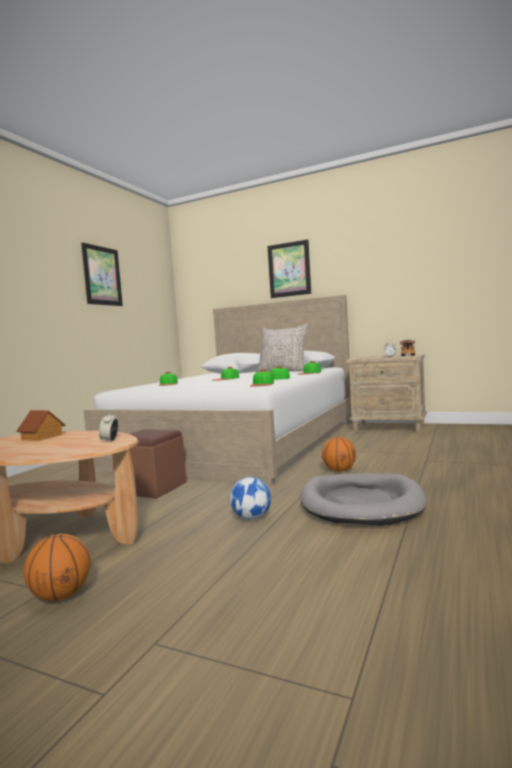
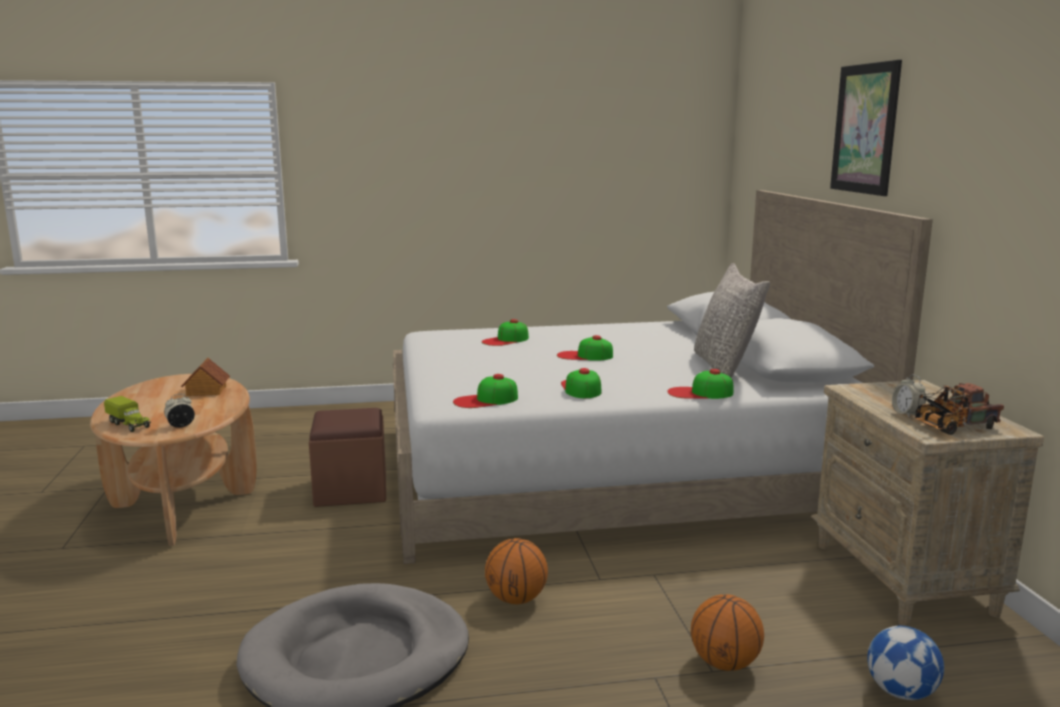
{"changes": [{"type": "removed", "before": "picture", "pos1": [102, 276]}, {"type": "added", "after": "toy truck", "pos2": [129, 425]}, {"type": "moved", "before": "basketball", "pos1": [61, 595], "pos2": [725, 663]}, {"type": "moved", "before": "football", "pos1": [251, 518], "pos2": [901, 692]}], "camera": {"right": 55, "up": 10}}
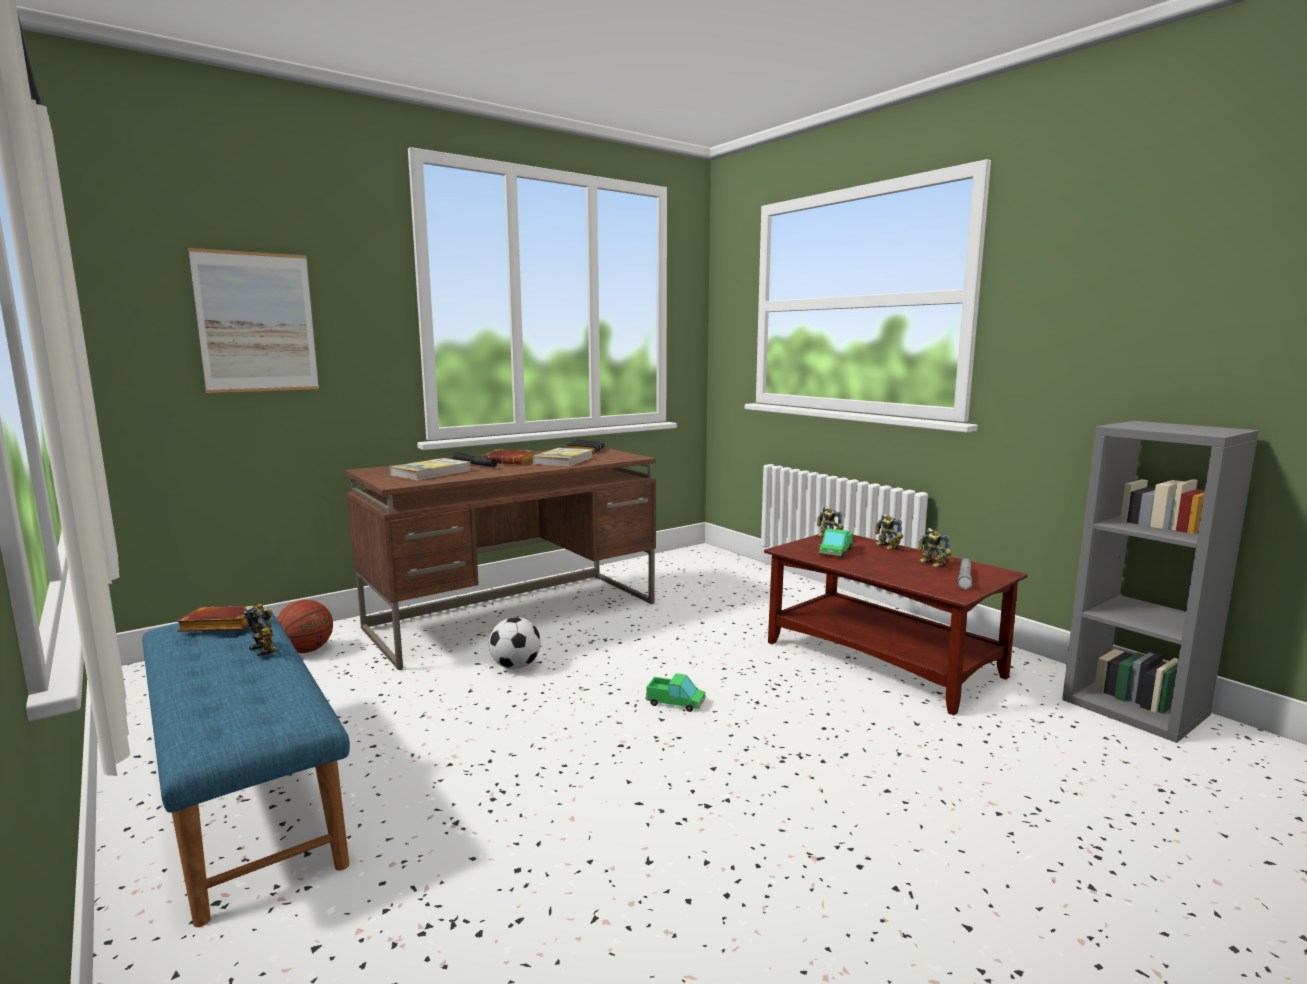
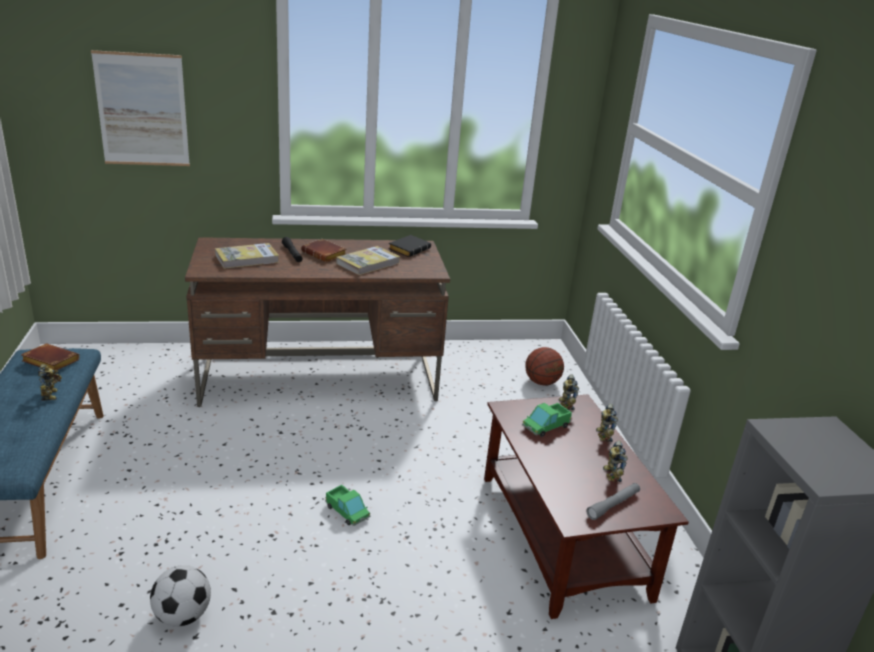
{"changes": [{"type": "moved", "before": "basketball", "pos1": [306, 651], "pos2": [541, 382]}, {"type": "moved", "before": "football", "pos1": [515, 666], "pos2": [183, 616]}], "camera": {"right": 25, "up": 15}}
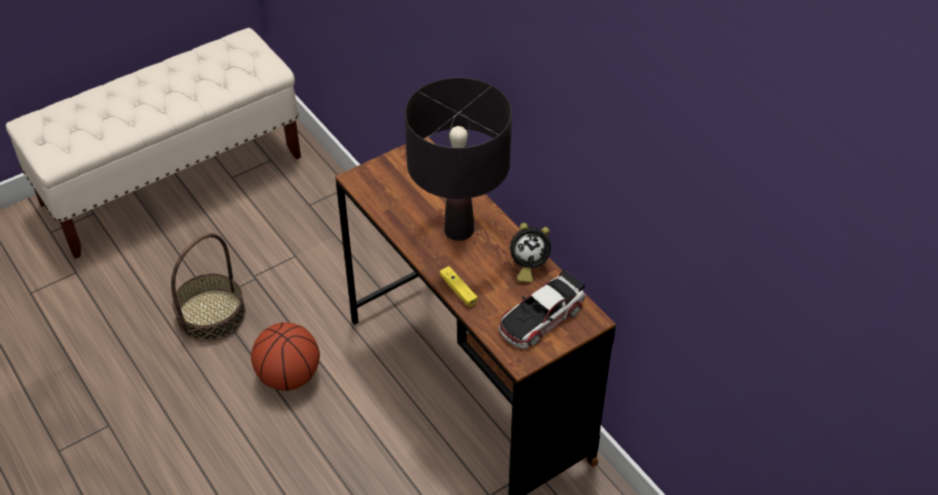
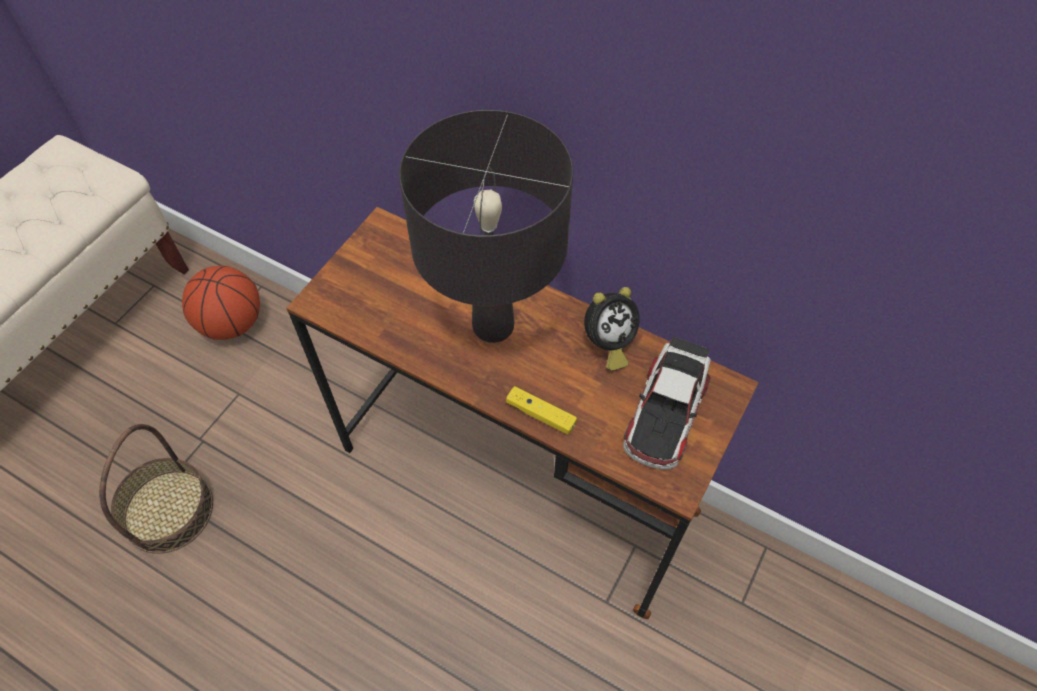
{"changes": [{"type": "moved", "before": "basketball", "pos1": [288, 376], "pos2": [232, 323]}], "camera": {"right": -25, "up": 10}}
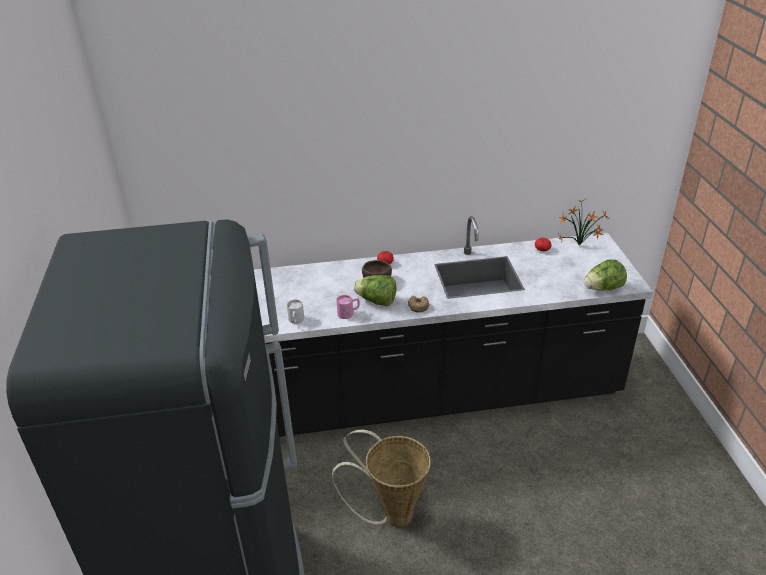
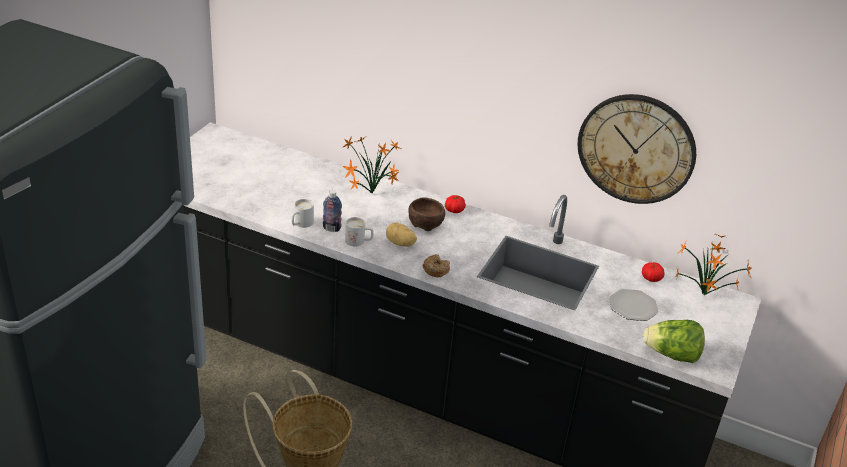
{"changes": [{"type": "added", "after": "bottle", "pos2": [331, 228]}, {"type": "added", "after": "potted plant", "pos2": [370, 194]}, {"type": "added", "after": "wall clock", "pos2": [636, 148]}, {"type": "added", "after": "plate", "pos2": [632, 307]}, {"type": "replaced", "before": "lettuce", "after": "potato", "pos1": [376, 301], "pos2": [400, 243]}, {"type": "recoloured", "before": "pink mug", "after": "white mug", "pos1": [348, 313], "pos2": [359, 241]}], "camera": {"right": 30, "up": 0}}
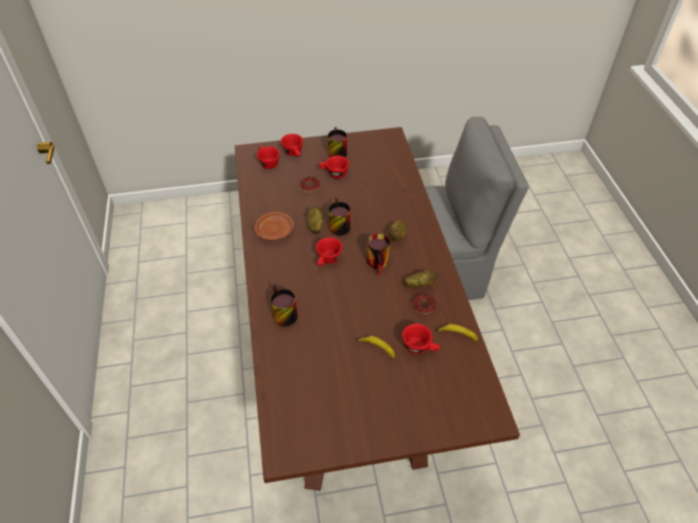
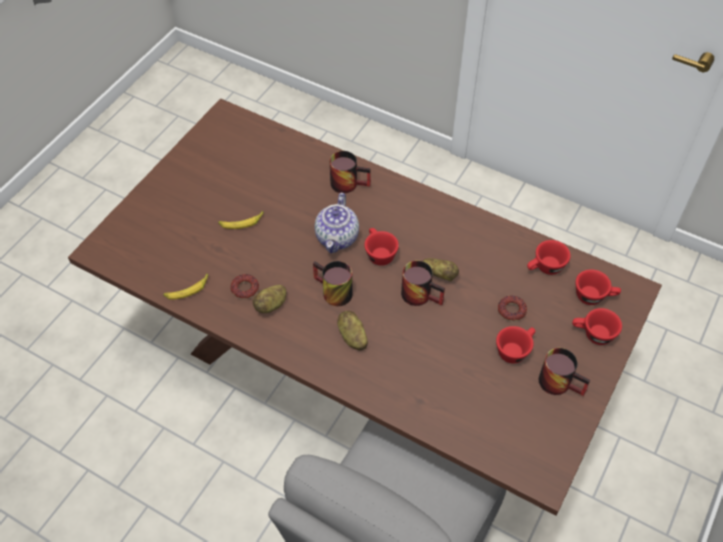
{"changes": [{"type": "removed", "before": "brown plate", "pos1": [275, 231]}, {"type": "added", "after": "teapot", "pos2": [337, 238]}, {"type": "moved", "before": "red cup", "pos1": [420, 347], "pos2": [545, 268]}], "camera": {"right": 130, "up": 5}}
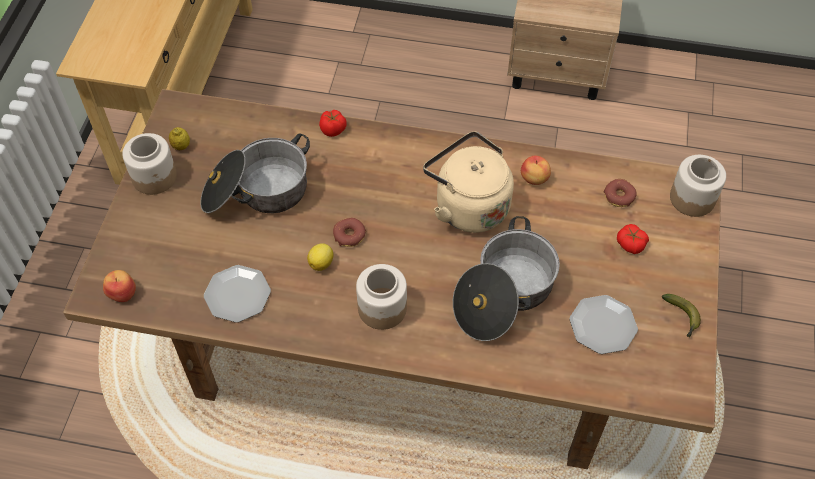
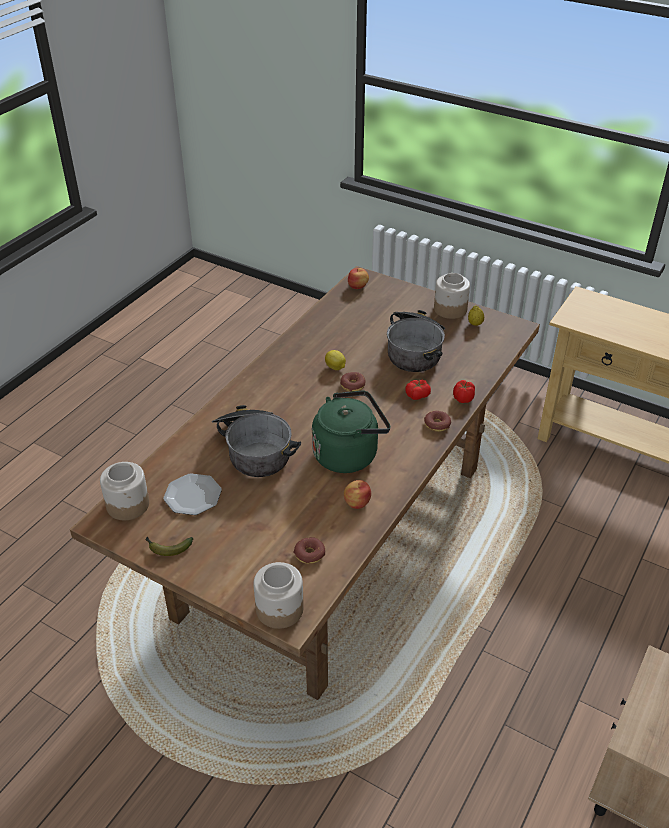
{"changes": [{"type": "removed", "before": "plate", "pos1": [238, 294]}, {"type": "added", "after": "donut", "pos2": [437, 424]}, {"type": "moved", "before": "jar", "pos1": [381, 308], "pos2": [128, 504]}, {"type": "moved", "before": "tomato", "pos1": [630, 244], "pos2": [417, 395]}, {"type": "recoloured", "before": "beige kettle", "after": "green kettle", "pos1": [468, 205], "pos2": [349, 454]}], "camera": {"right": 110, "up": -15}}
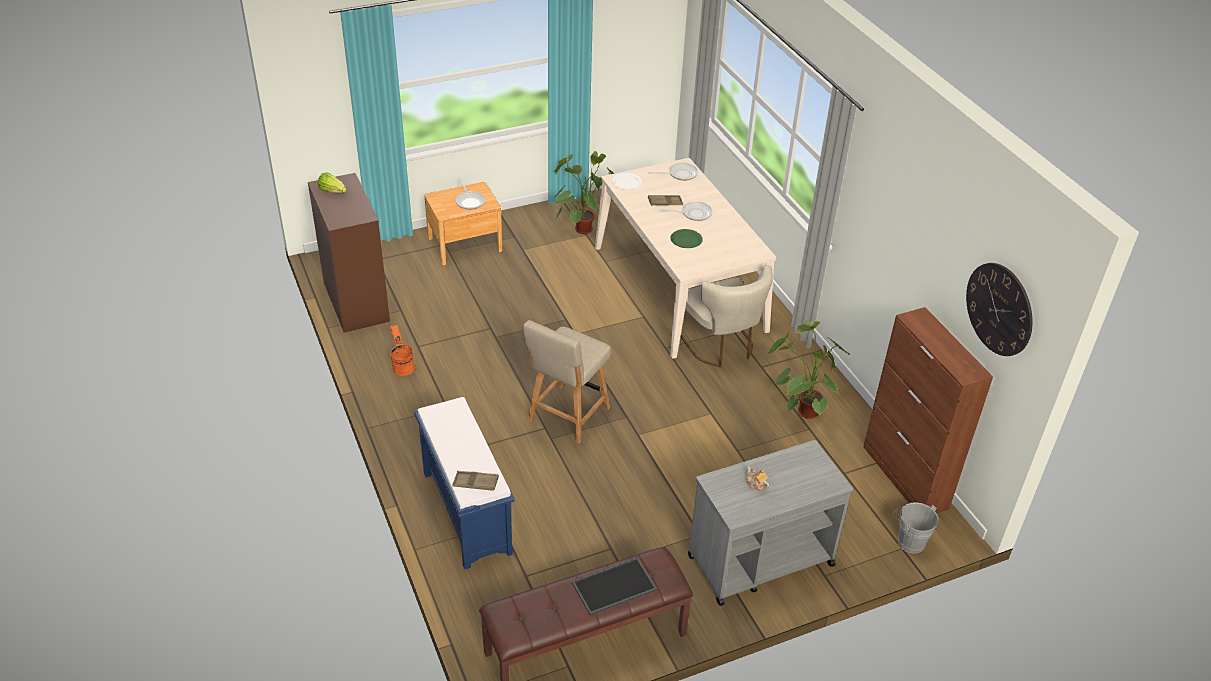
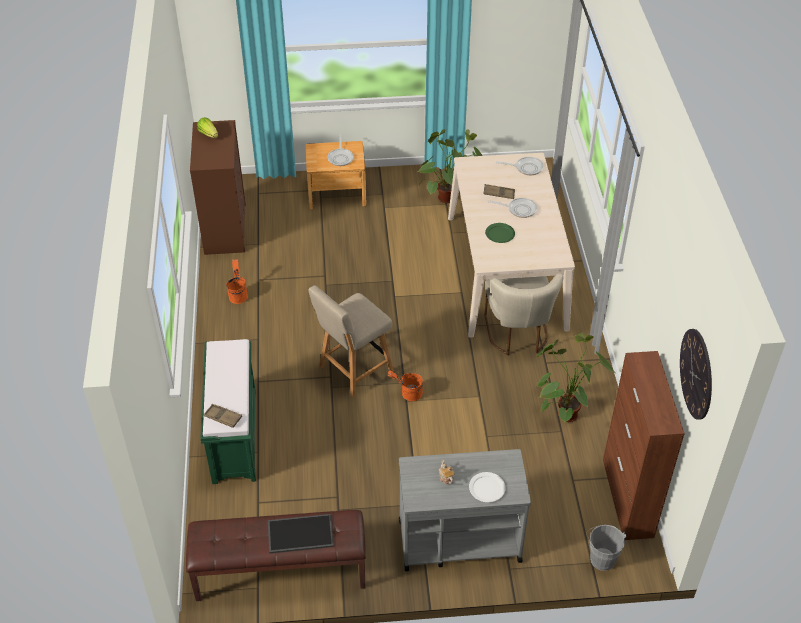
{"changes": [{"type": "added", "after": "orange bucket", "pos2": [407, 394]}, {"type": "moved", "before": "white plate", "pos1": [626, 182], "pos2": [486, 488]}, {"type": "recoloured", "before": "blue bench", "after": "green bench", "pos1": [465, 512], "pos2": [234, 435]}], "camera": {"right": 20, "up": 5}}
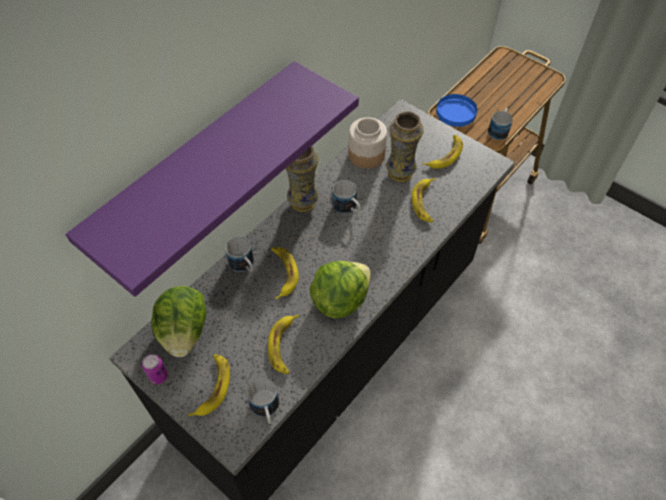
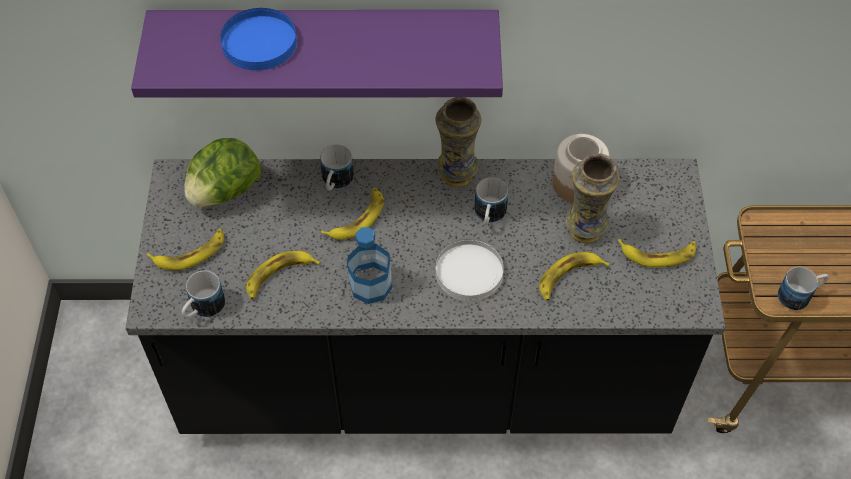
{"changes": [{"type": "removed", "before": "can", "pos1": [158, 376]}, {"type": "added", "after": "white plate", "pos2": [469, 271]}, {"type": "moved", "before": "blue plate", "pos1": [456, 112], "pos2": [260, 42]}, {"type": "replaced", "before": "lettuce", "after": "bottle", "pos1": [339, 300], "pos2": [371, 285]}], "camera": {"right": 50, "up": 0}}
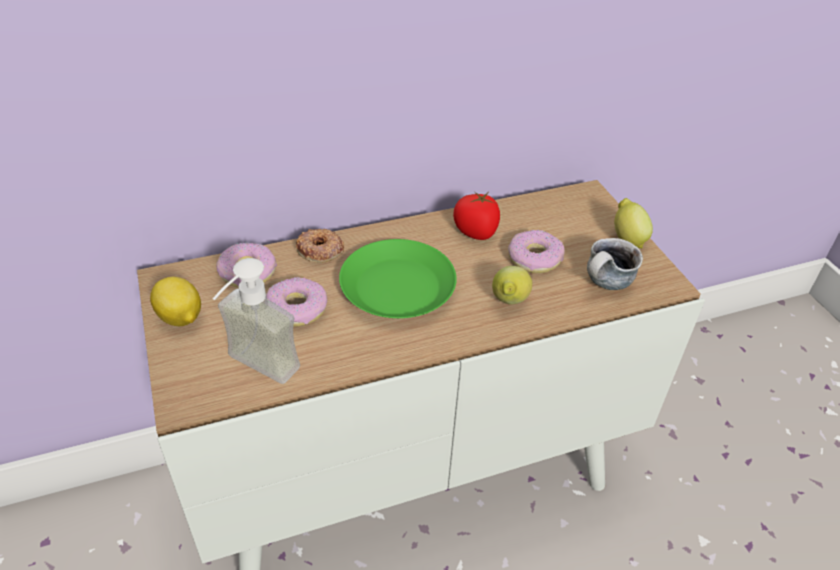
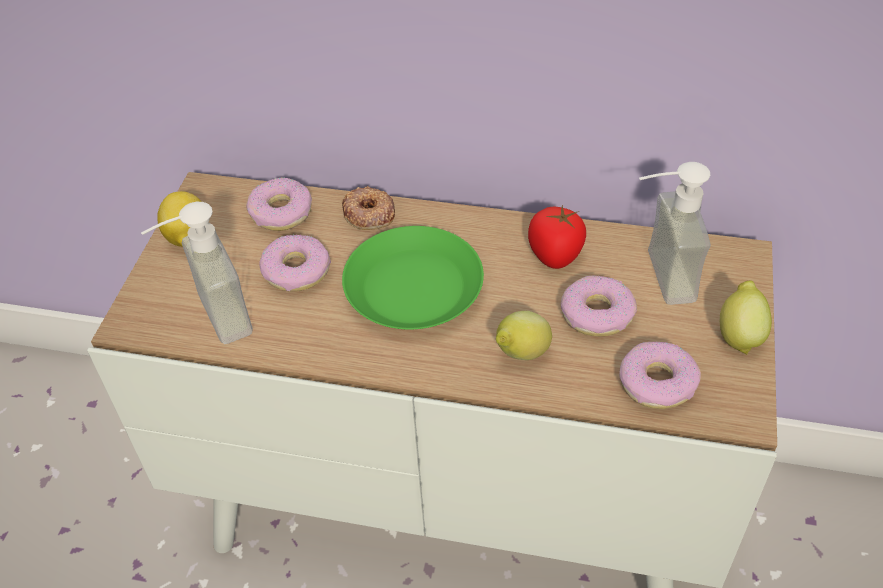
{"changes": [{"type": "added", "after": "soap dispenser", "pos2": [655, 277]}, {"type": "replaced", "before": "mug", "after": "donut", "pos1": [605, 285], "pos2": [656, 382]}], "camera": {"right": 35, "up": 5}}
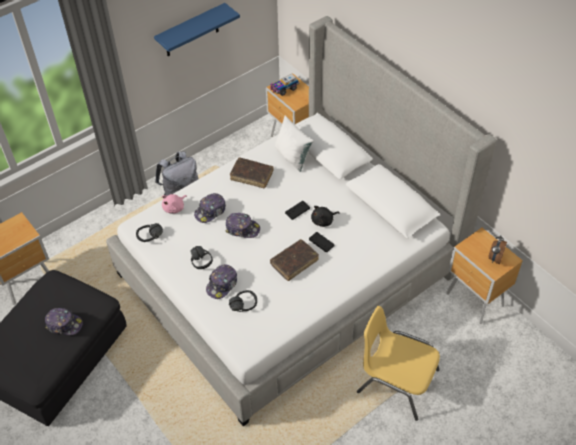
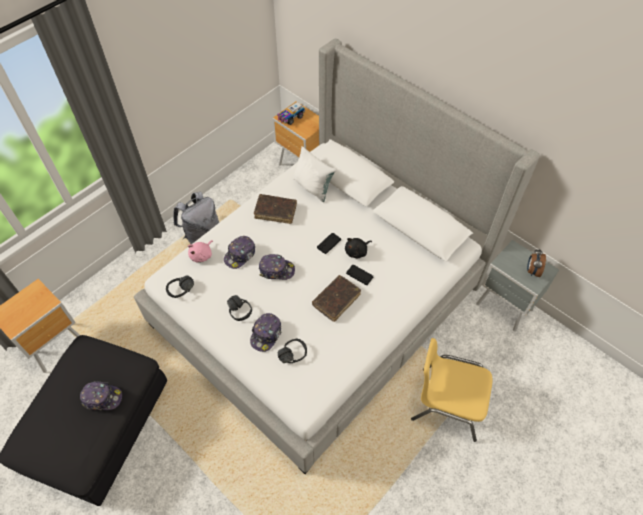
{"changes": [{"type": "removed", "before": "blue shelf", "pos1": [191, 31]}, {"type": "recoloured", "before": "brown nightstand", "after": "grey nightstand", "pos1": [475, 301], "pos2": [504, 308]}], "camera": {"right": -10, "up": 5}}
